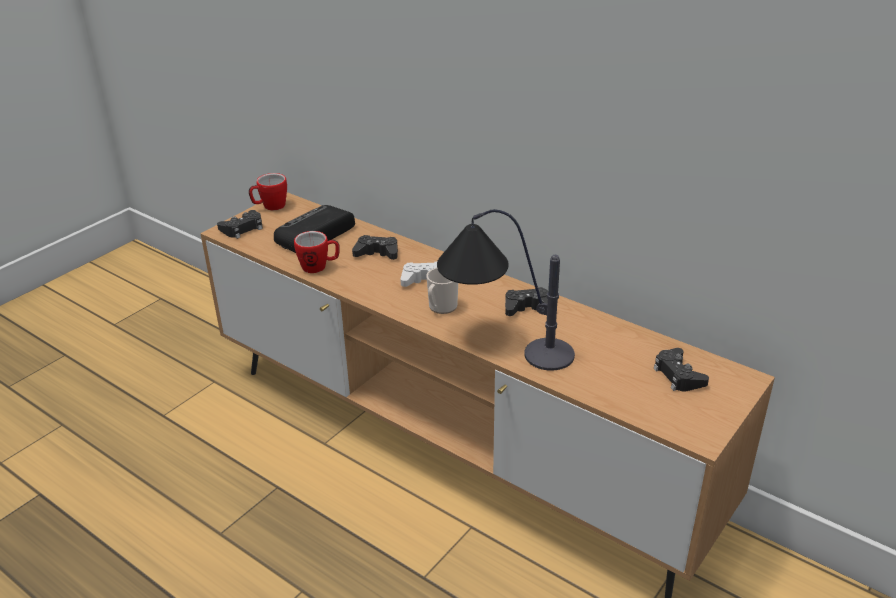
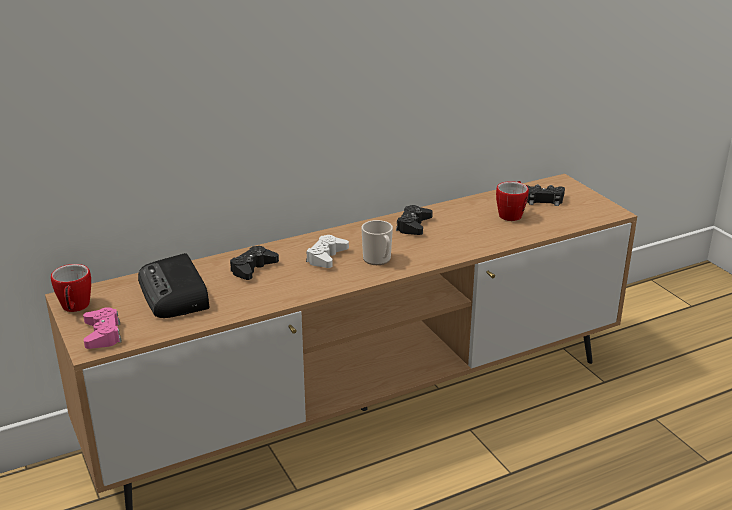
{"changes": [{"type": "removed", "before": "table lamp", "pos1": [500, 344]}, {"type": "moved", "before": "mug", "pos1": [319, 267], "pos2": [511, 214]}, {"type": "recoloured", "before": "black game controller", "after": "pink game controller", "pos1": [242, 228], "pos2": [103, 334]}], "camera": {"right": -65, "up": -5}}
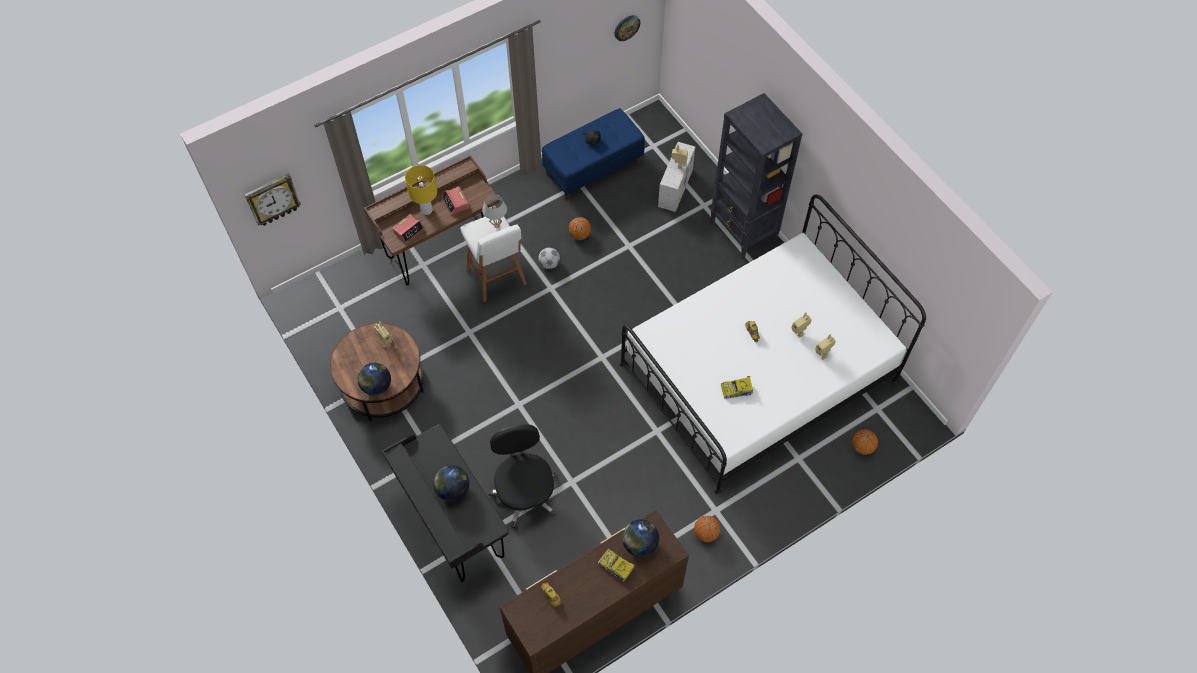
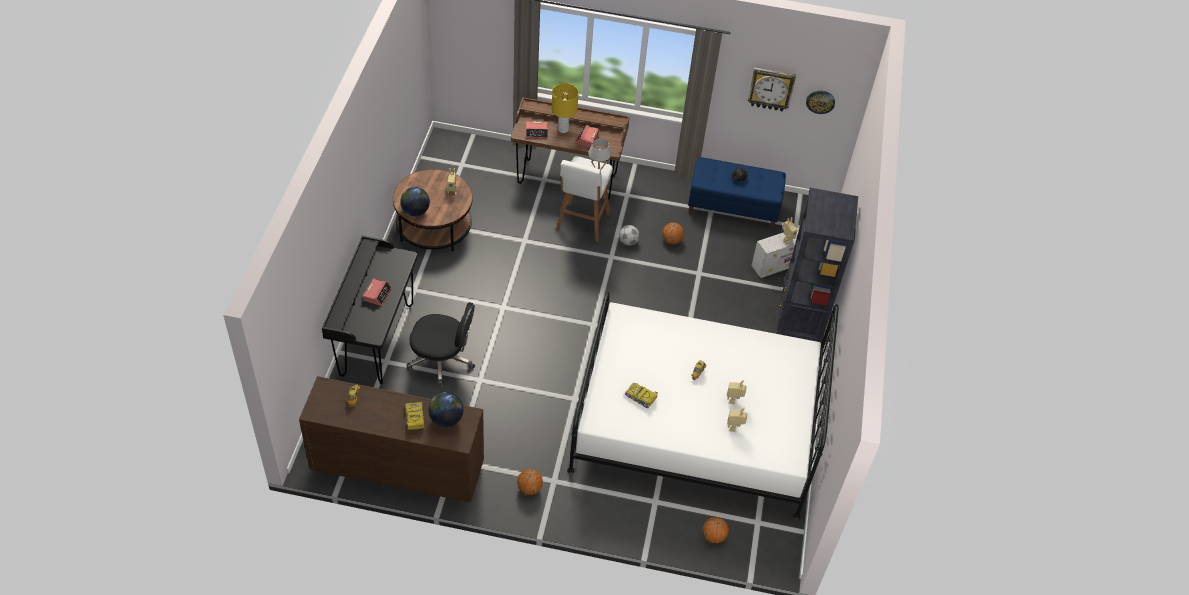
{"changes": [{"type": "moved", "before": "wall clock", "pos1": [272, 199], "pos2": [771, 88]}, {"type": "replaced", "before": "globe", "after": "alarm clock", "pos1": [453, 490], "pos2": [377, 294]}, {"type": "turned", "before": "black office chair", "pos1": [525, 493], "pos2": [442, 360], "turn": 75}], "camera": {"right": 40, "up": -10}}
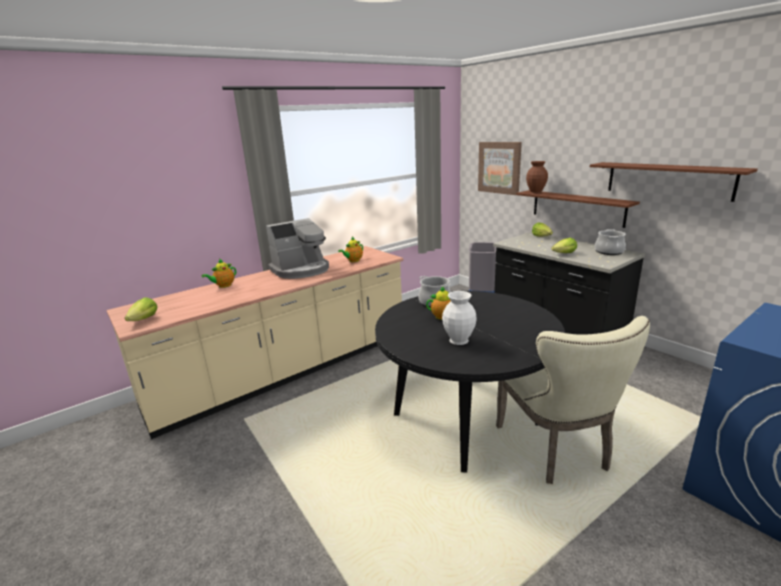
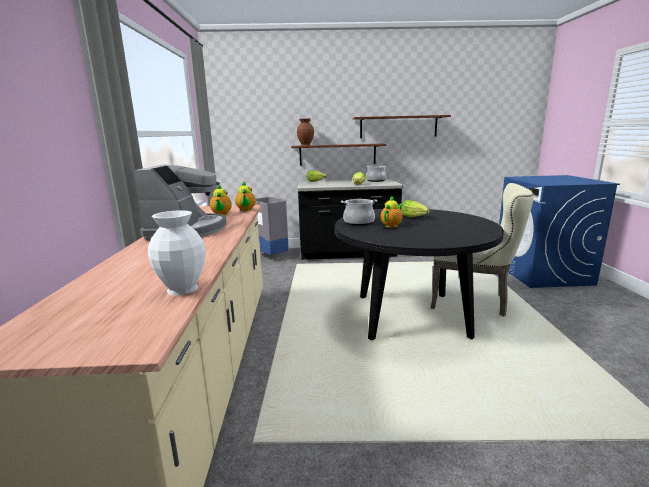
{"changes": [{"type": "removed", "before": "picture", "pos1": [499, 167]}, {"type": "moved", "before": "lettuce", "pos1": [144, 319], "pos2": [413, 217]}, {"type": "moved", "before": "teapot", "pos1": [223, 286], "pos2": [246, 210]}, {"type": "moved", "before": "white vase", "pos1": [458, 340], "pos2": [181, 289]}], "camera": {"right": -55, "up": -5}}
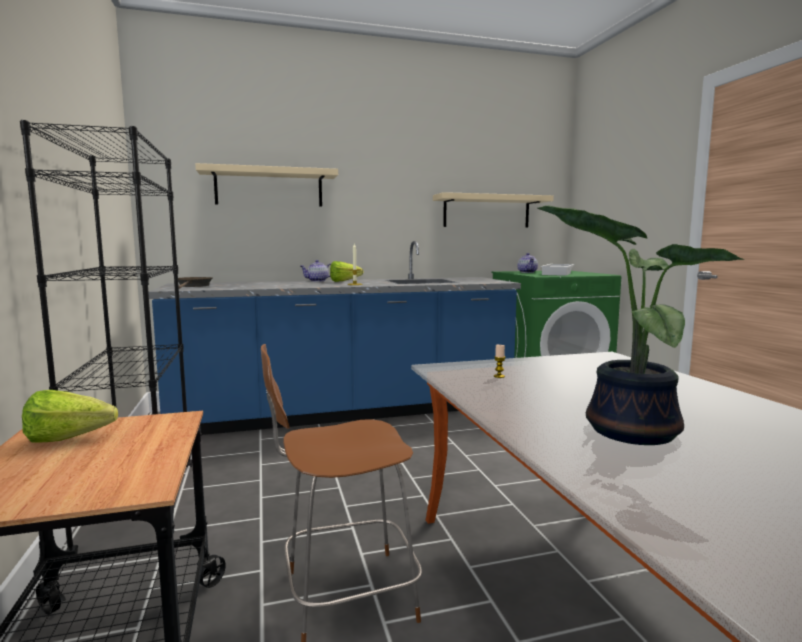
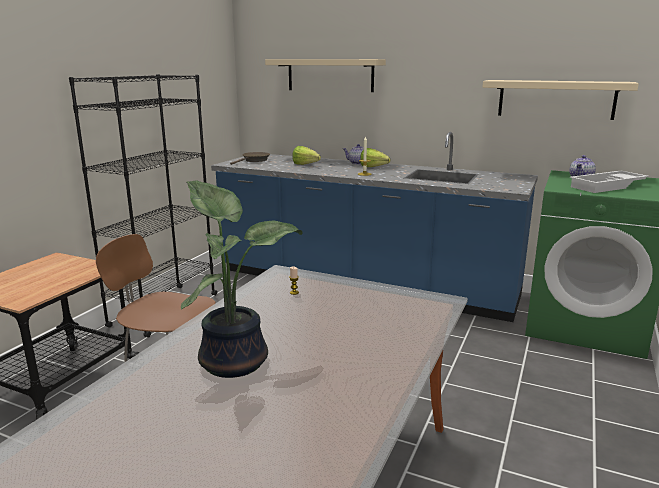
{"changes": [{"type": "moved", "before": "lettuce", "pos1": [75, 439], "pos2": [307, 165]}], "camera": {"right": 40, "up": 10}}
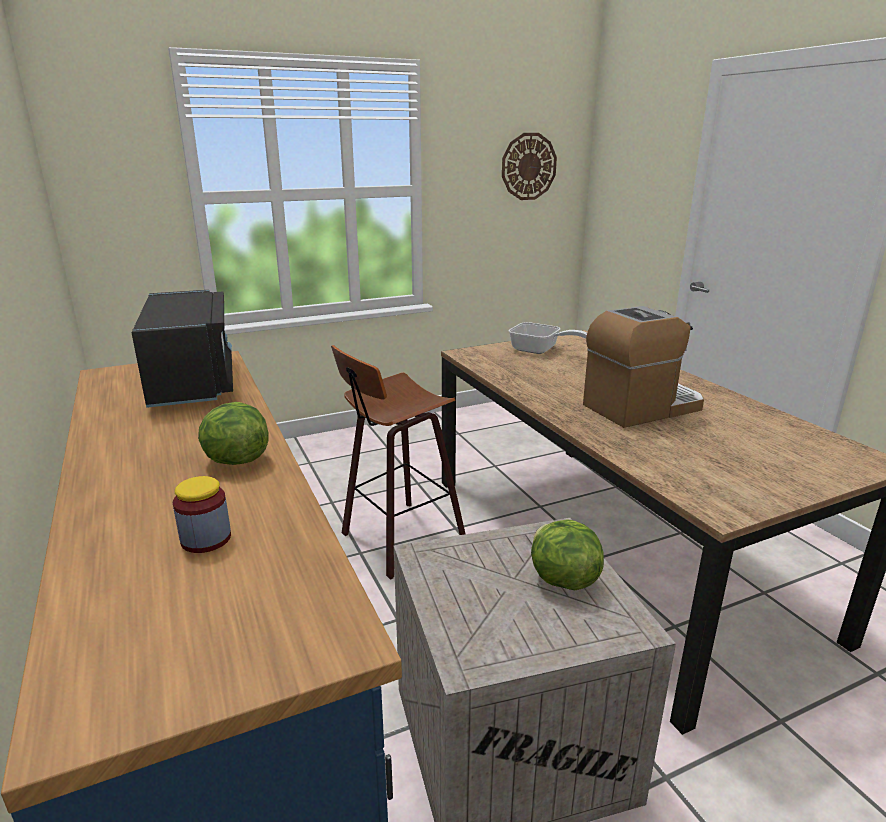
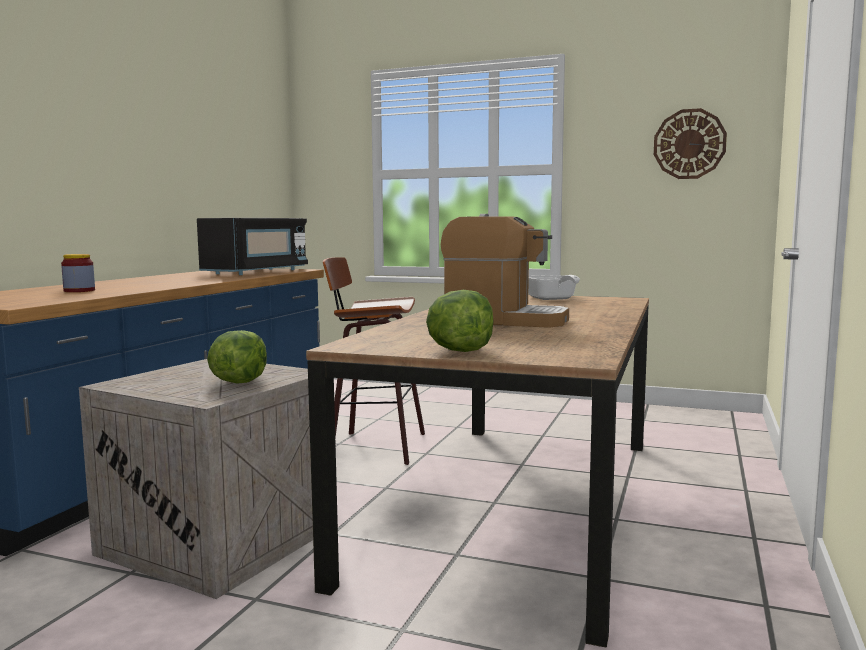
{"changes": [{"type": "moved", "before": "lettuce", "pos1": [235, 460], "pos2": [460, 350]}], "camera": {"right": 45, "up": -15}}
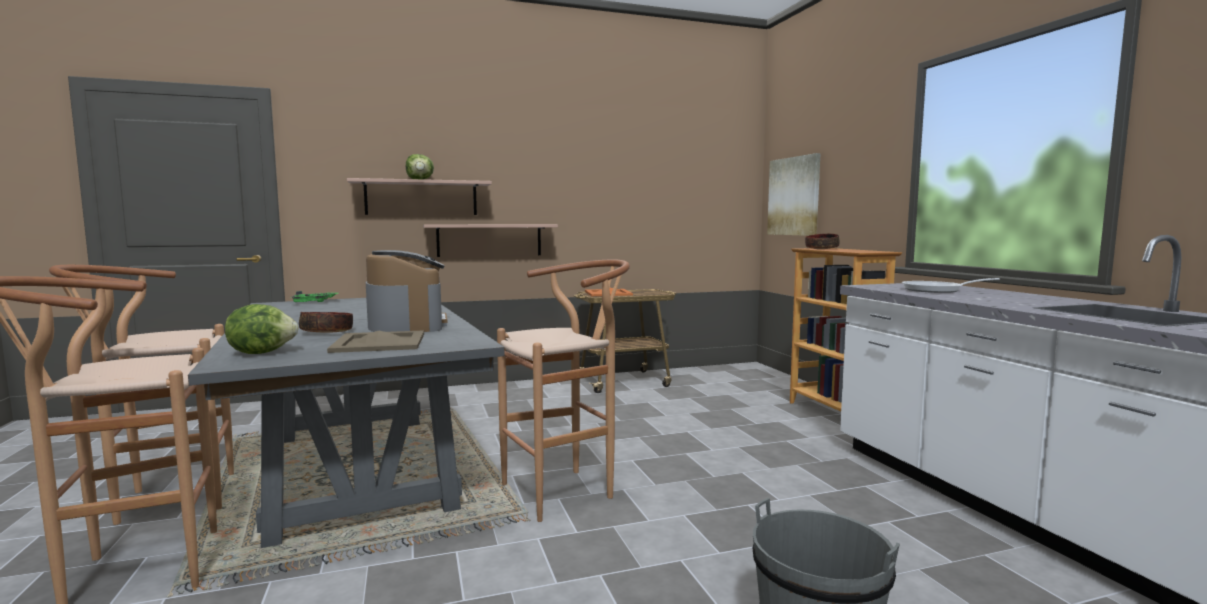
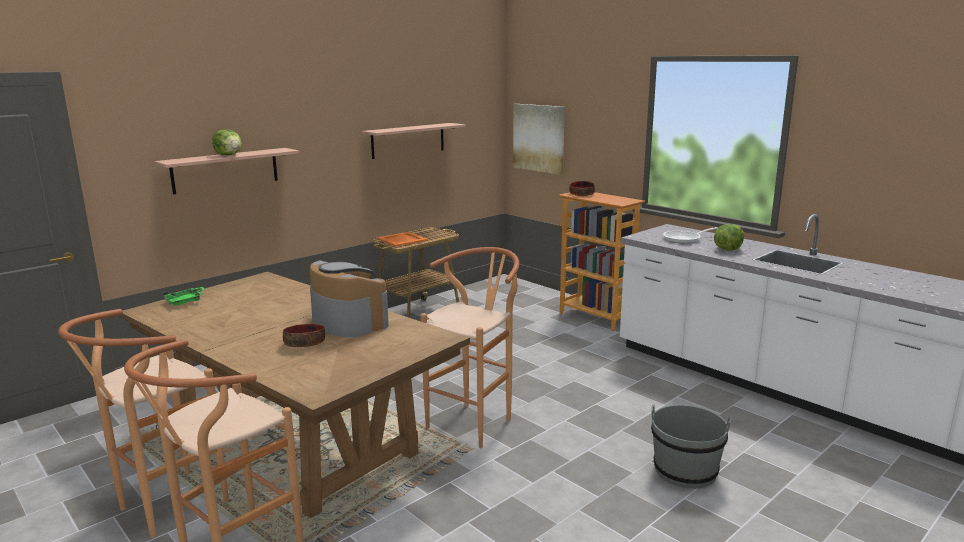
{"changes": [{"type": "removed", "before": "beige tray", "pos1": [378, 342]}, {"type": "moved", "before": "lettuce", "pos1": [262, 352], "pos2": [727, 249]}, {"type": "moved", "before": "shelf", "pos1": [489, 240], "pos2": [408, 140]}, {"type": "recoloured", "before": "grey dining table", "after": "brown dining table", "pos1": [359, 471], "pos2": [298, 444]}], "camera": {"right": -25, "up": 10}}
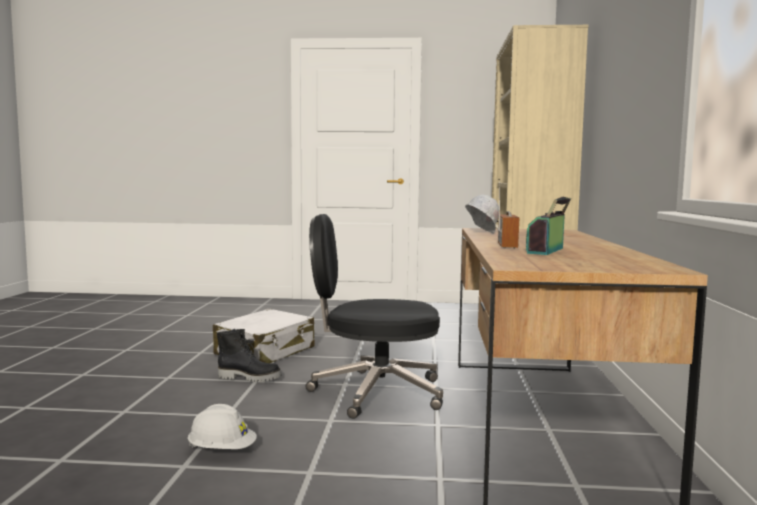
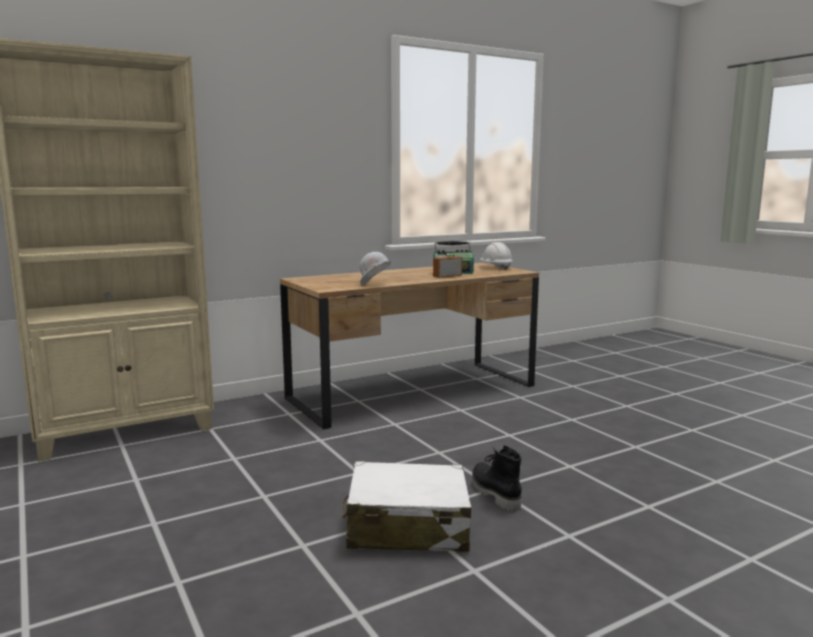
{"changes": [{"type": "removed", "before": "black office chair", "pos1": [375, 392]}, {"type": "moved", "before": "white hard hat", "pos1": [222, 450], "pos2": [496, 268]}], "camera": {"right": -125, "up": 5}}
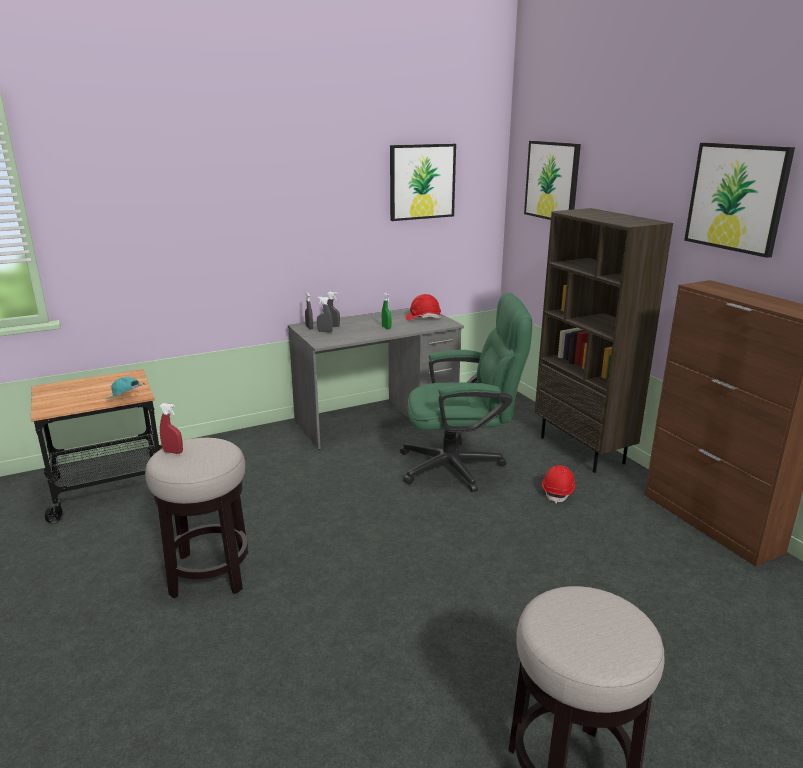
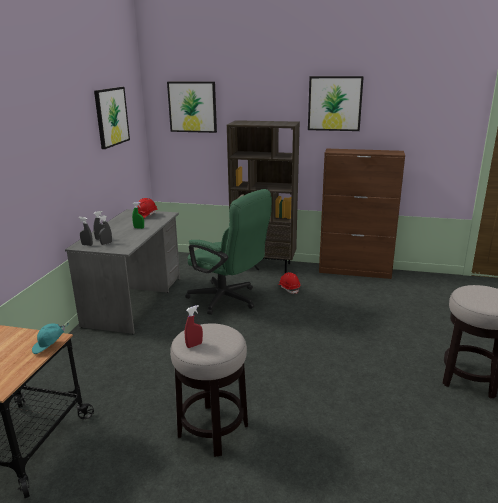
{"changes": [{"type": "turned", "before": "green office chair", "pos1": [461, 466], "pos2": [228, 300], "turn": 90}], "camera": {"right": -50, "up": 0}}
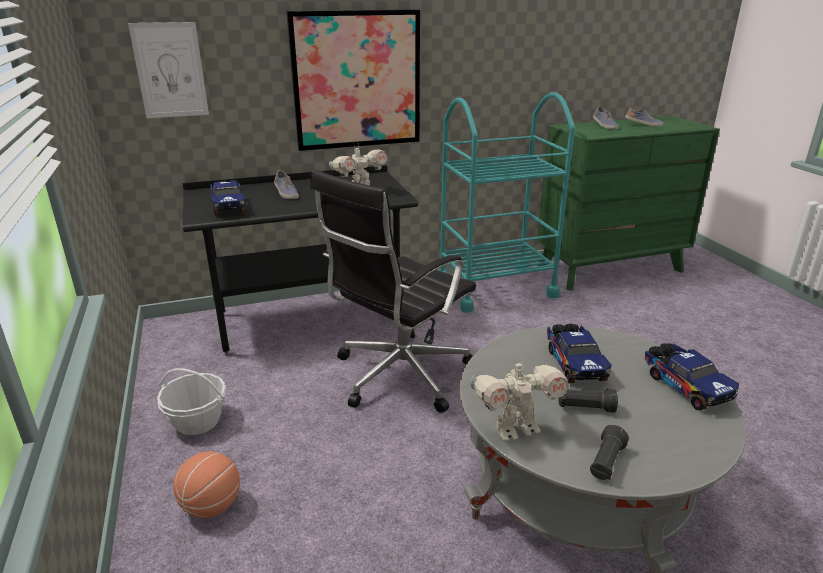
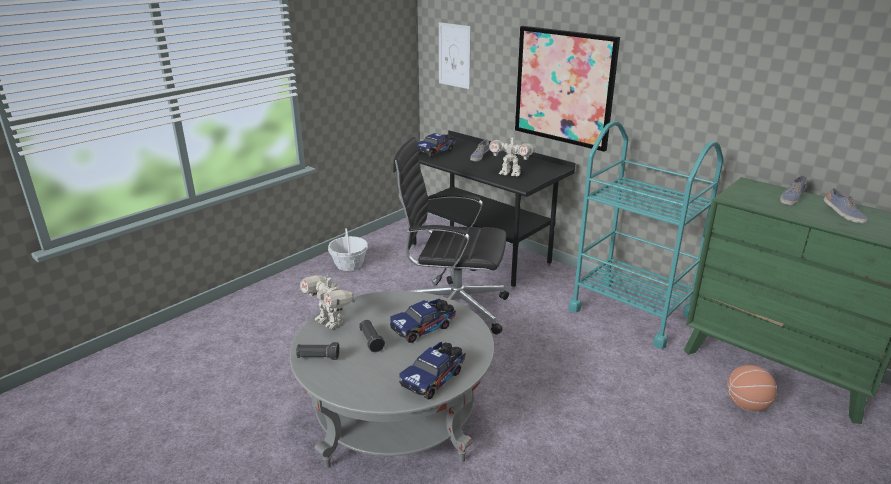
{"changes": [{"type": "moved", "before": "basketball", "pos1": [212, 506], "pos2": [747, 405]}], "camera": {"right": 60, "up": 0}}
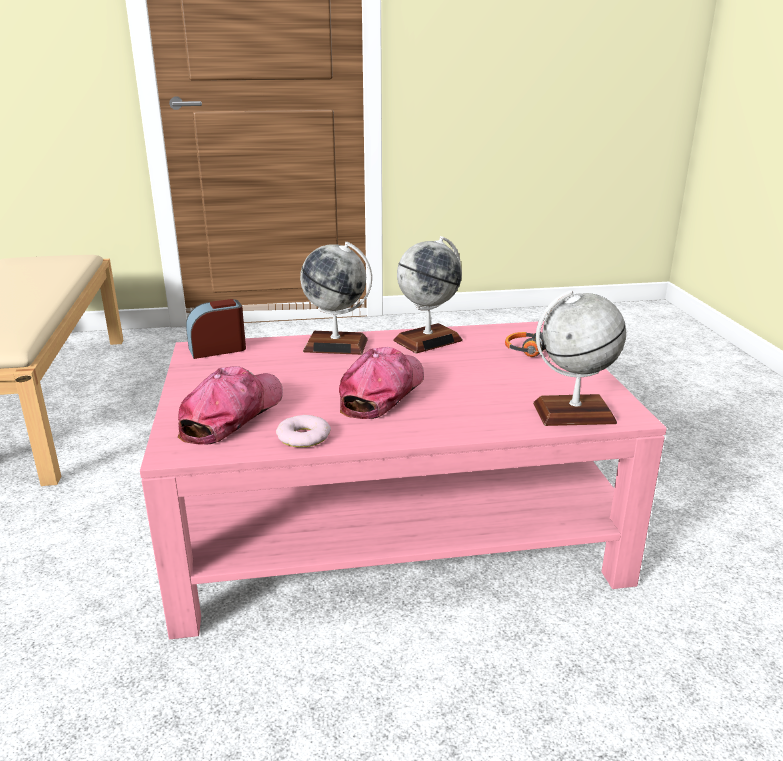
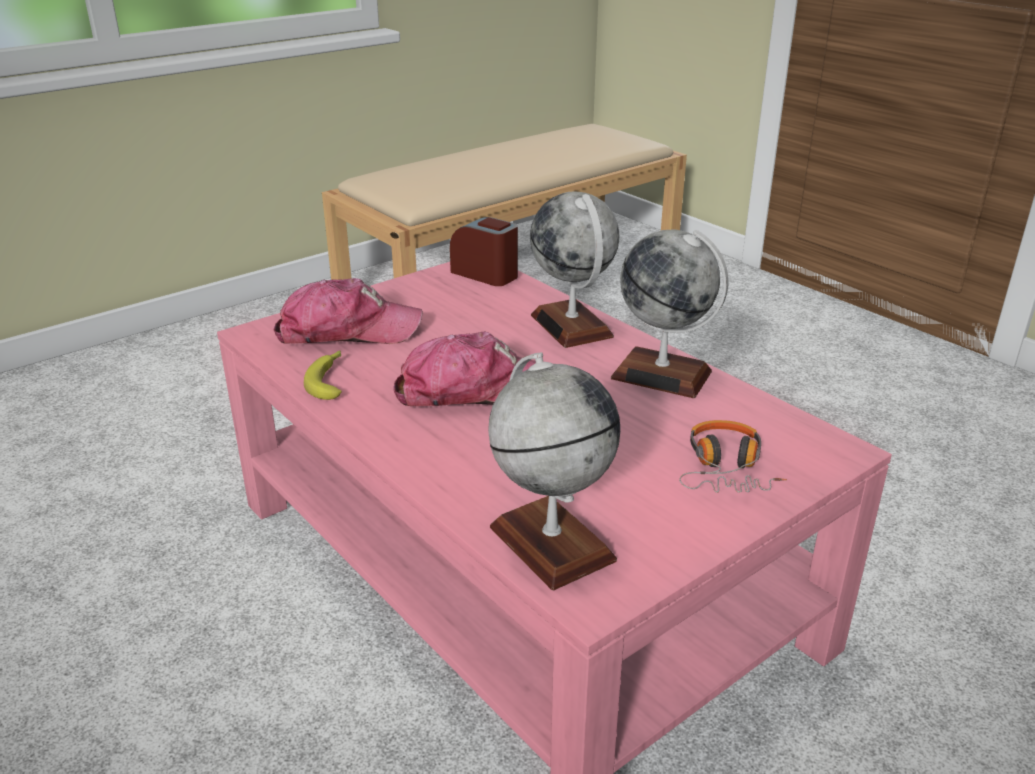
{"changes": [{"type": "replaced", "before": "donut", "after": "banana", "pos1": [303, 437], "pos2": [330, 380]}], "camera": {"right": 60, "up": 5}}
